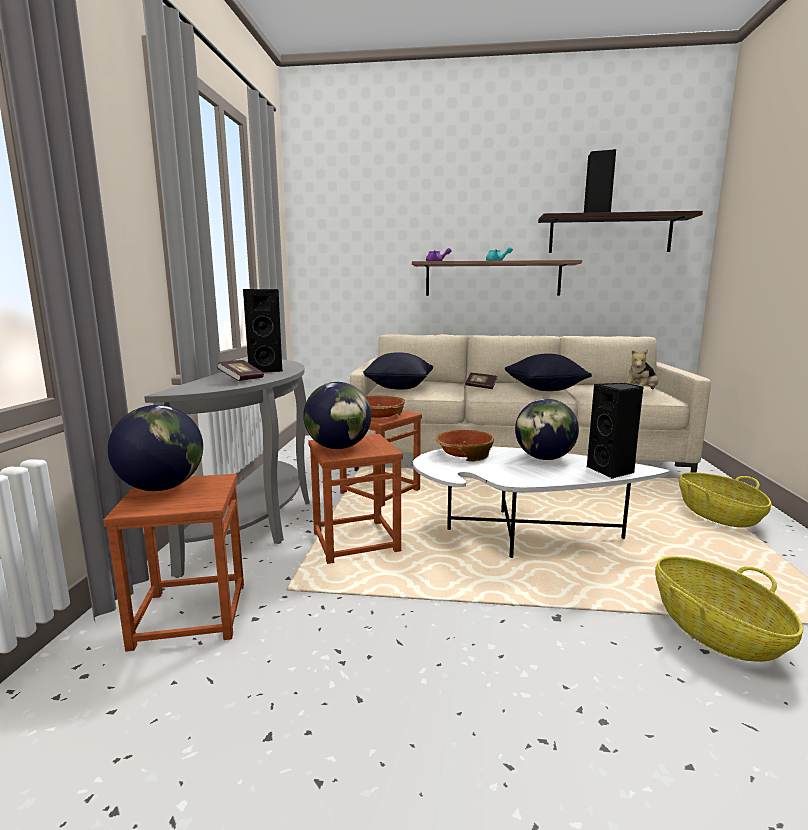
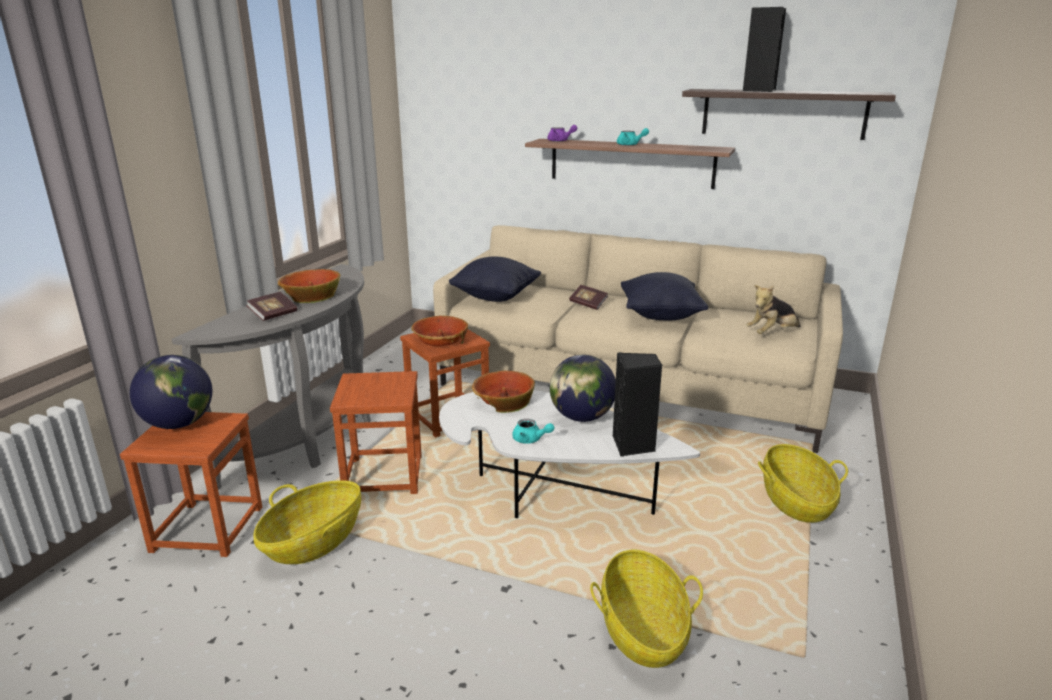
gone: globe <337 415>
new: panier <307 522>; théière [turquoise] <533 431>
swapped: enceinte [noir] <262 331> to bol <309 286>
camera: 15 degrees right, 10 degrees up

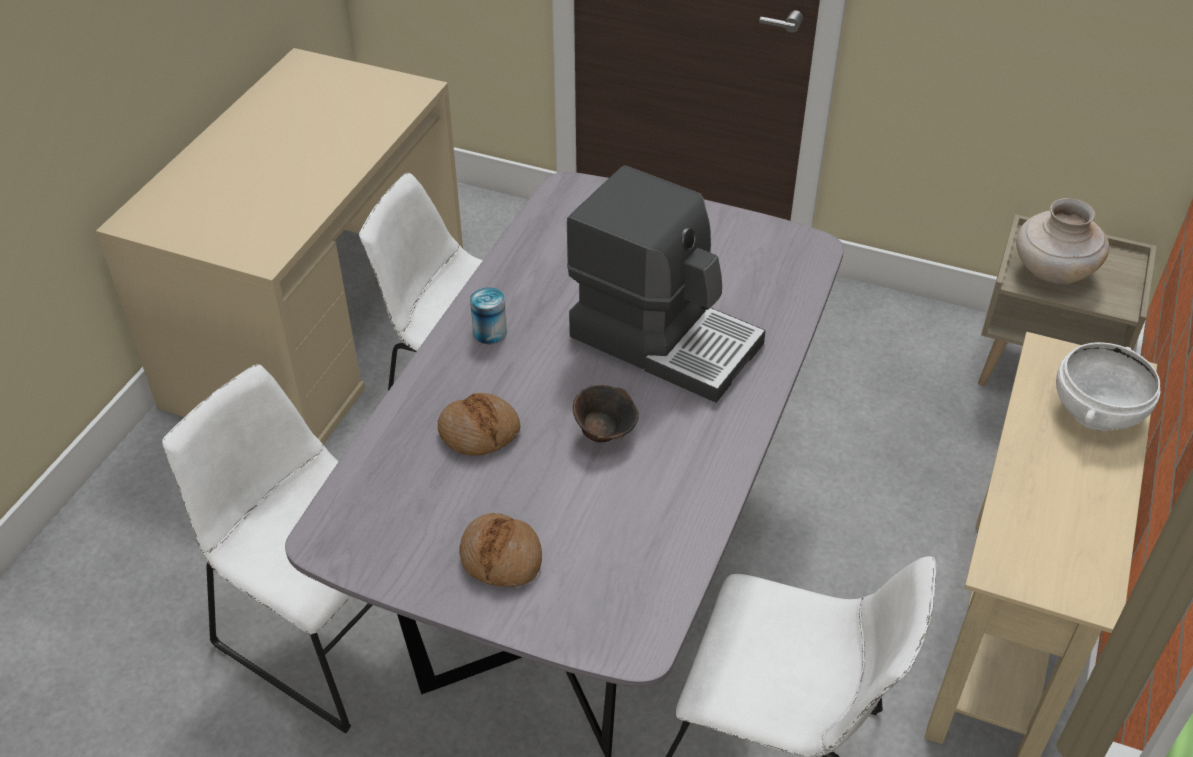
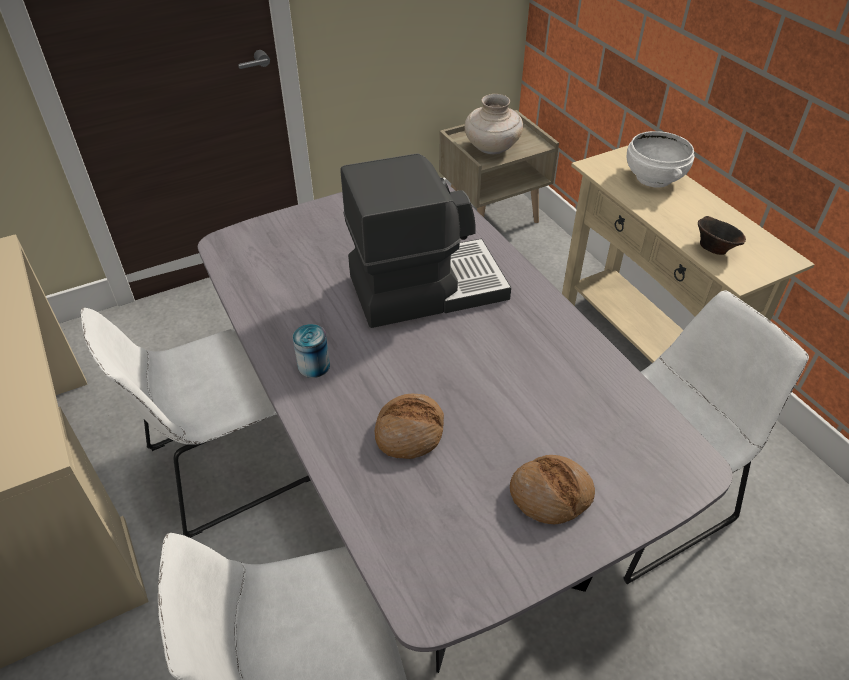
shifted: bol [marron] <606 413> to <722 235>
camera: 50 degrees left, 0 degrees up

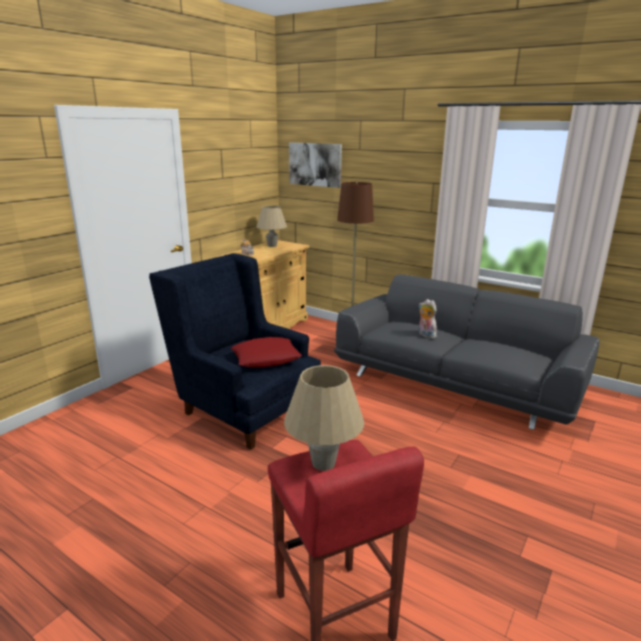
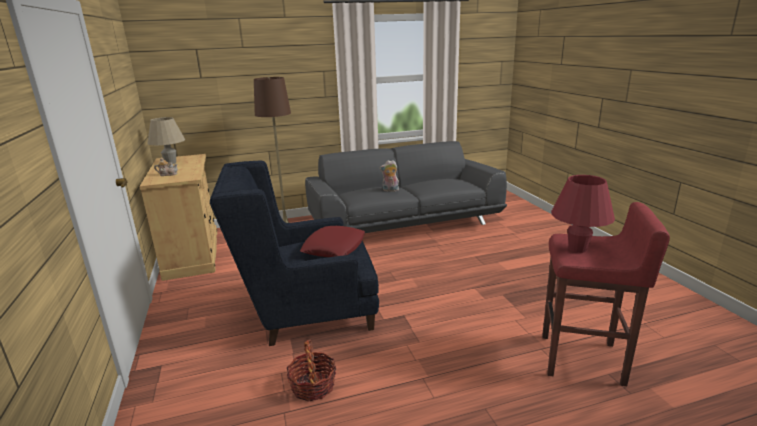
gone: tableau <315 165>
new: panier <311 371>
repainted: lampe de table [beige] <324 418> to lampe de table [rouge] <583 214>
camera: 50 degrees left, 0 degrees up

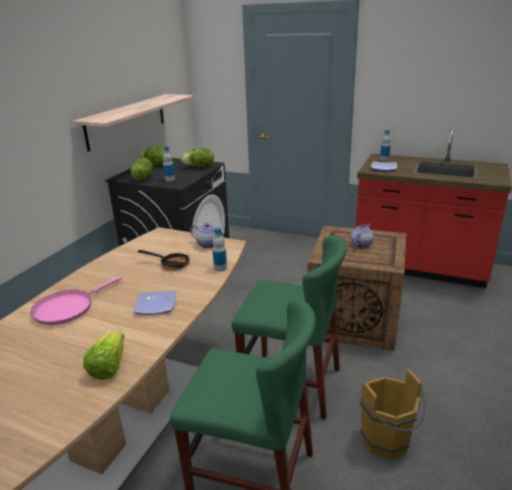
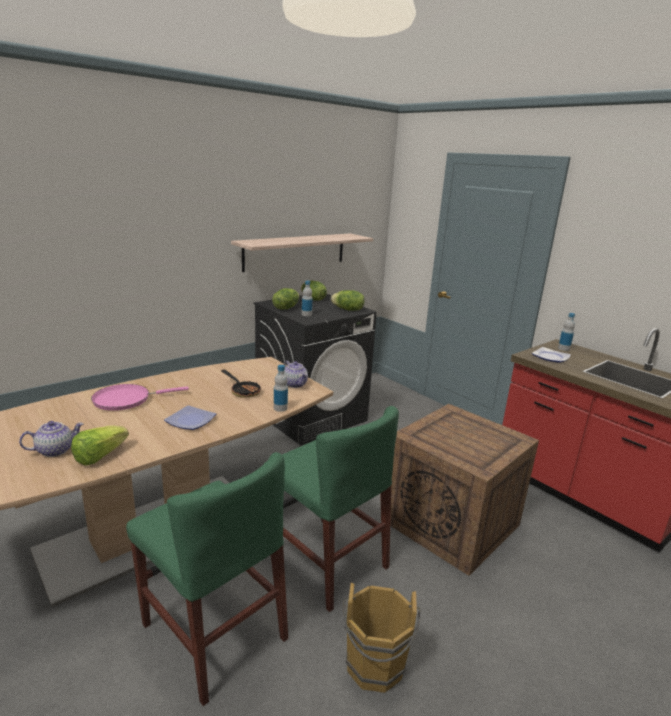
shifted: théière <362 236> to <51 439>
camera: 25 degrees right, 5 degrees down

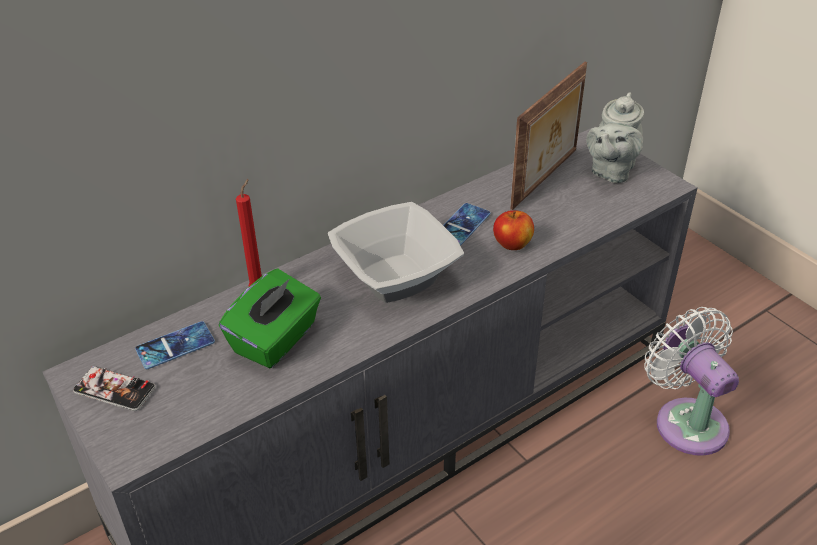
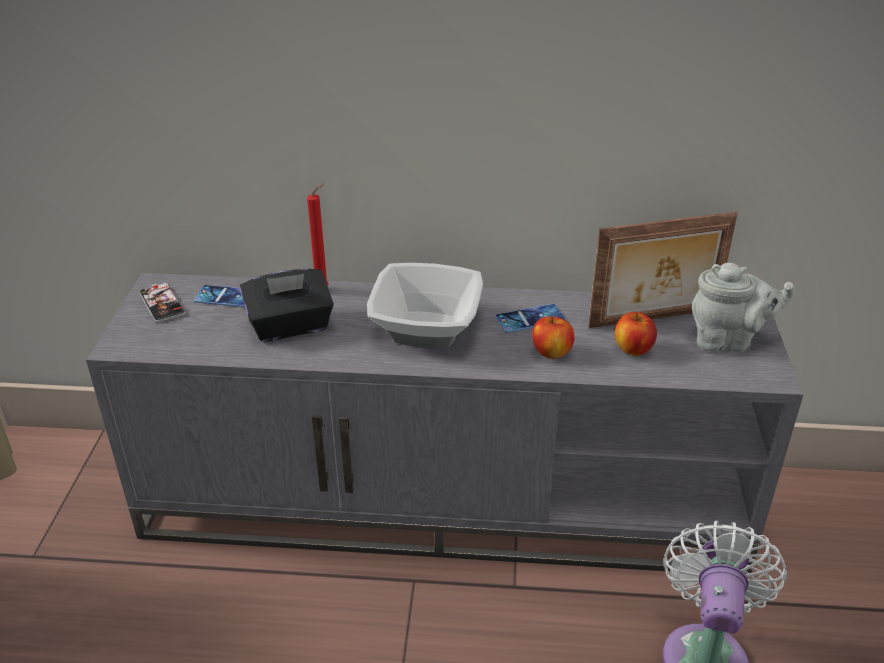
new: pomme <636 333>
repainted: boîte à mouchoirs [vert] <270 318> to boîte à mouchoirs [noir] <287 305>
rotated: théière [gris] <615 137> = <743 307> 150 degrees counterclockwise
camera: 40 degrees right, 5 degrees down

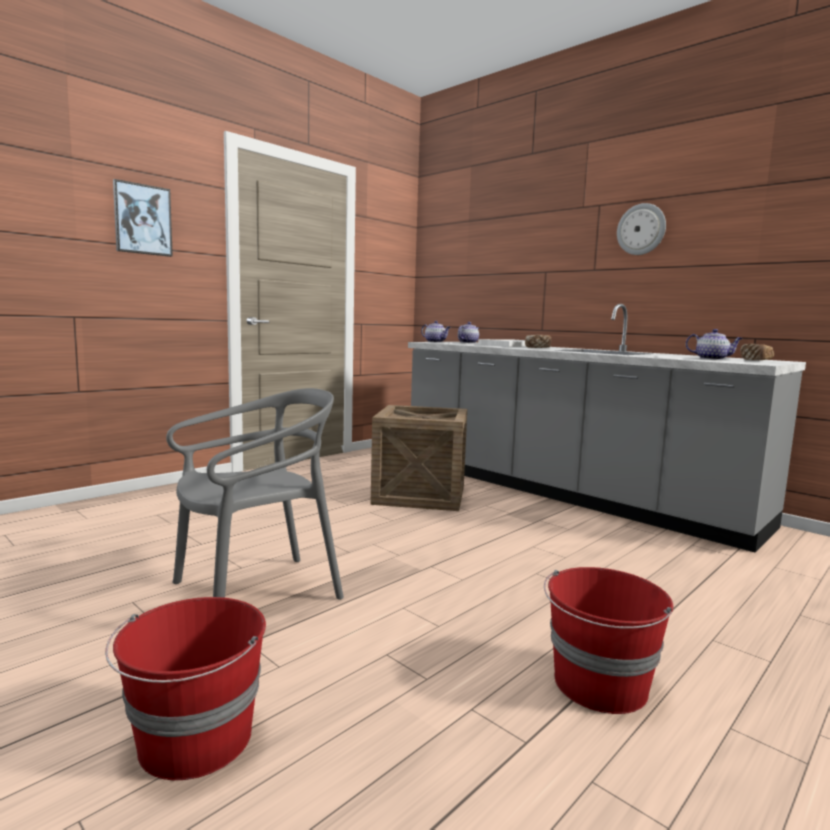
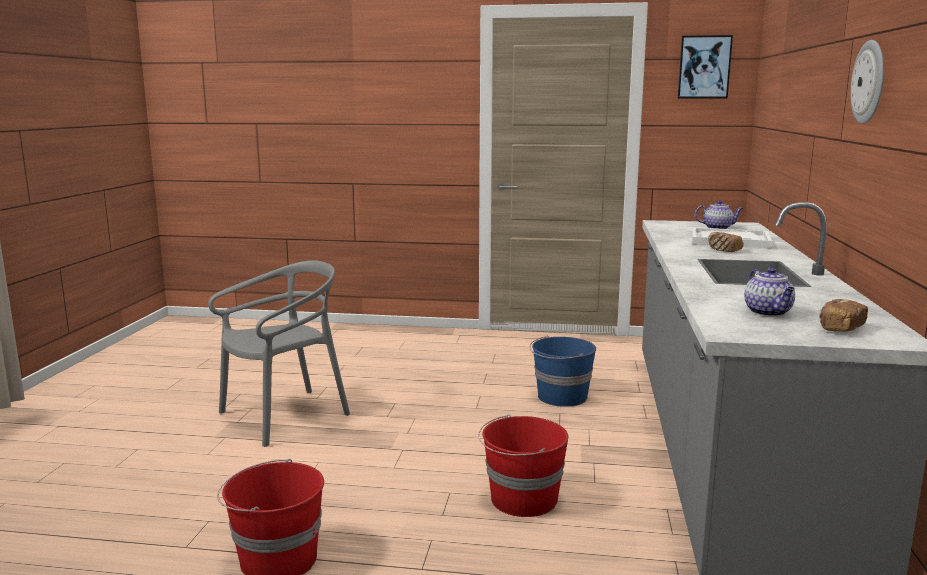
gone: théière <435 332>
shifted: seau [rouge] <185 688> to <523 465>; tableau <143 218> to <705 66>
swapped: caisse <418 458> to seau [bleu] <562 371>
rotated: chaise [gris] <255 494> = <279 353> 60 degrees counterclockwise
camera: 55 degrees right, 5 degrees up

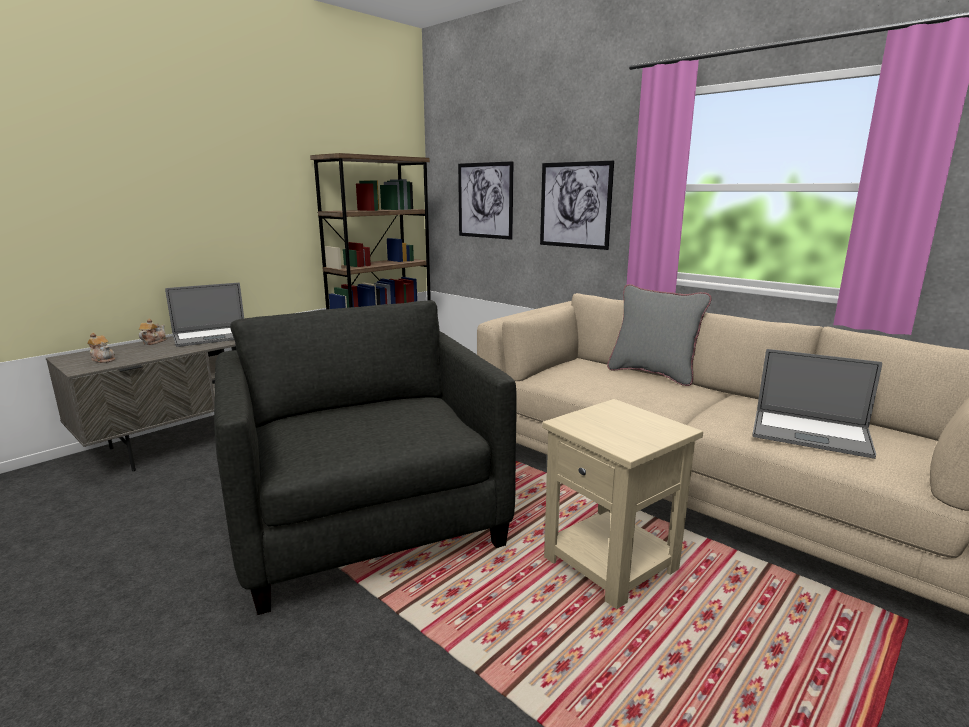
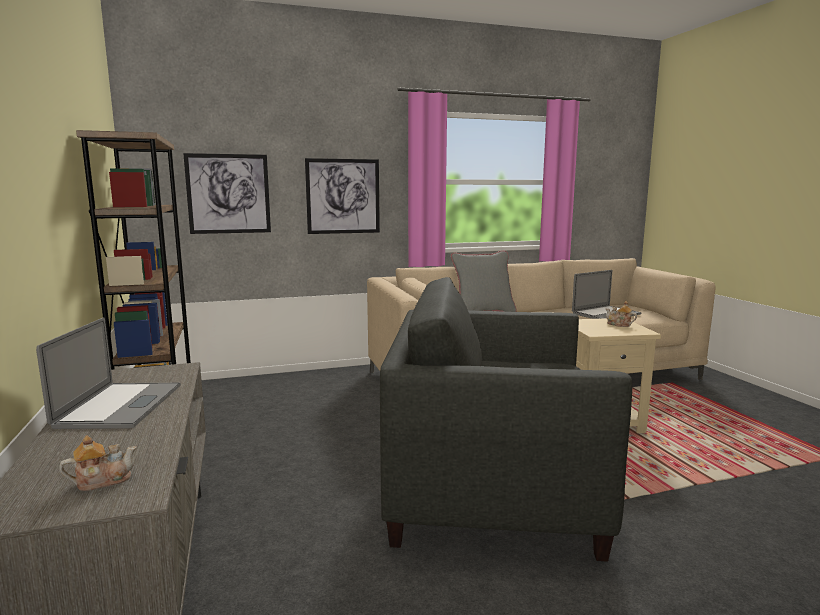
shifted: théière <152 331> to <621 314>
camera: 60 degrees left, 5 degrees down

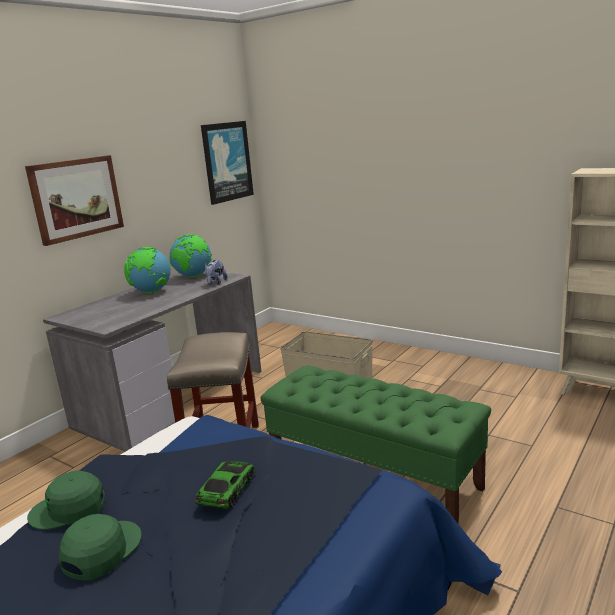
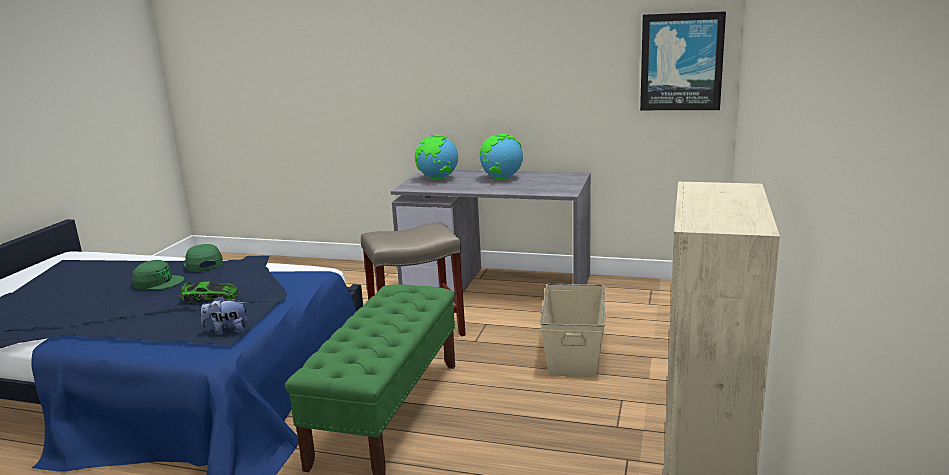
gone: tableau <74 200>
shifted: globe <190 255> to <436 157>; peluche <216 272> to <224 315>
camera: 70 degrees right, 0 degrees up

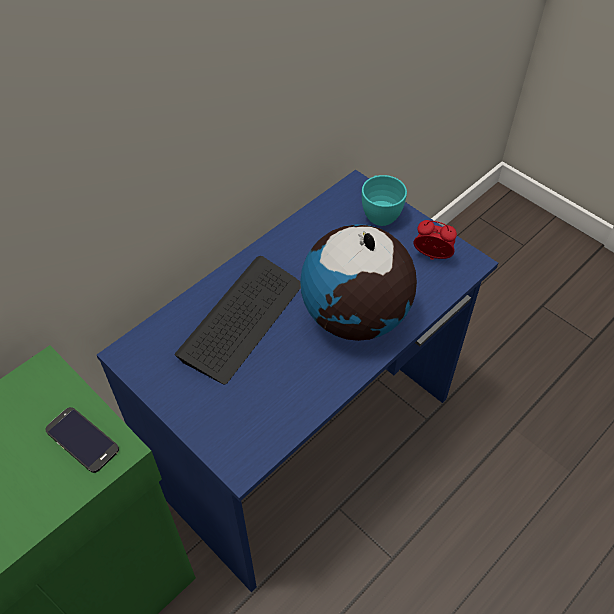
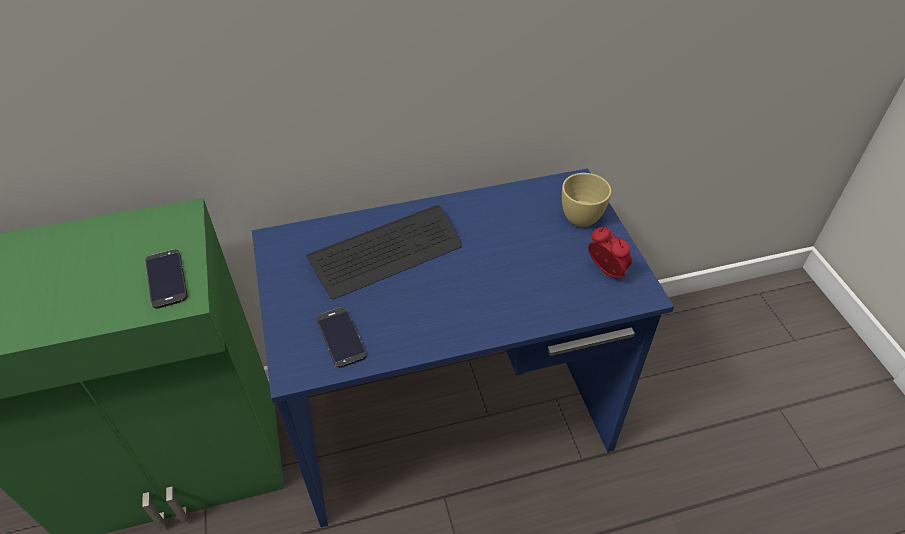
gone: globe <358 282>
new: téléphone <342 337>
repainted: tasse [turquoise] <384 200> to tasse [jaune] <586 200>
camera: 30 degrees right, 5 degrees down

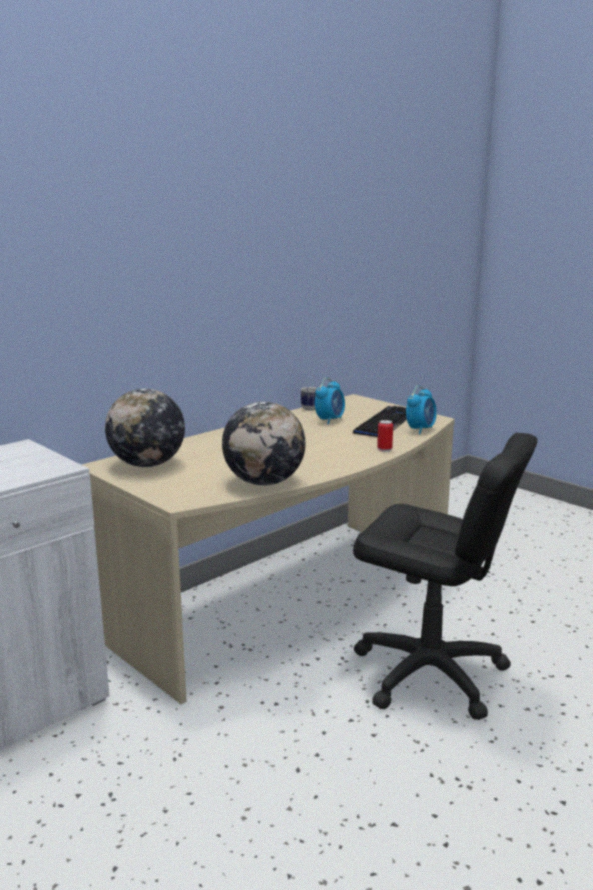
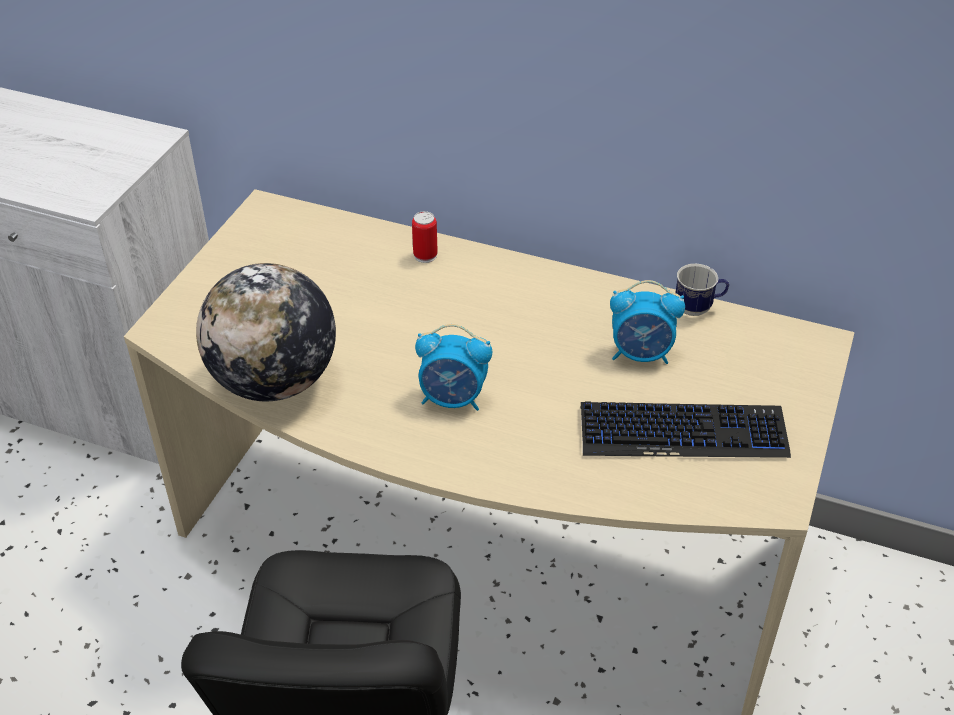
gone: globe <145 428>
shifted: boîte métallique <385 436> to <425 237>; réveil <421 409> to <453 367>
camera: 65 degrees right, 25 degrees up

